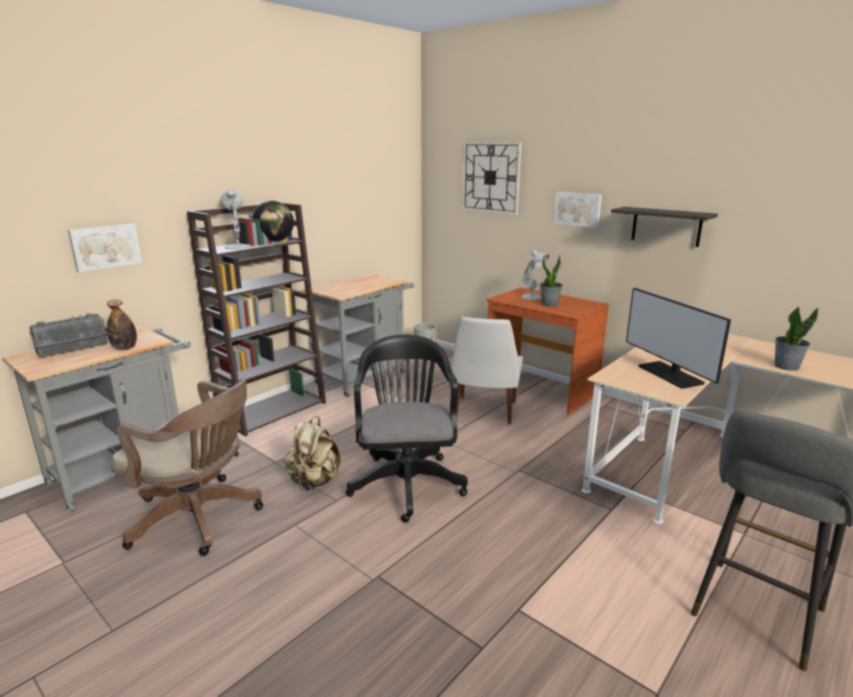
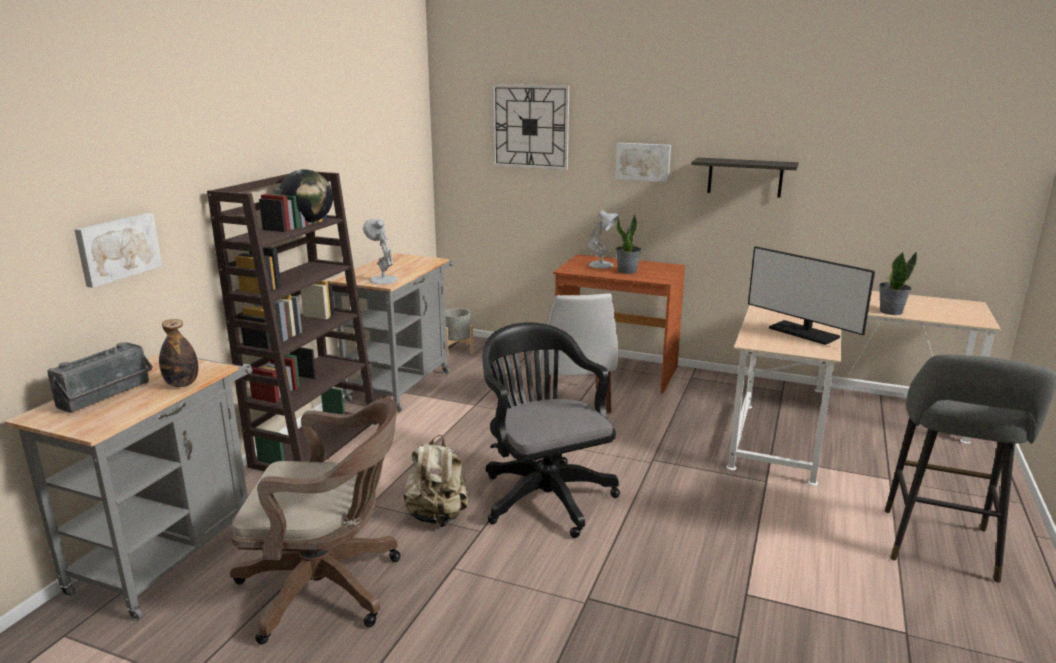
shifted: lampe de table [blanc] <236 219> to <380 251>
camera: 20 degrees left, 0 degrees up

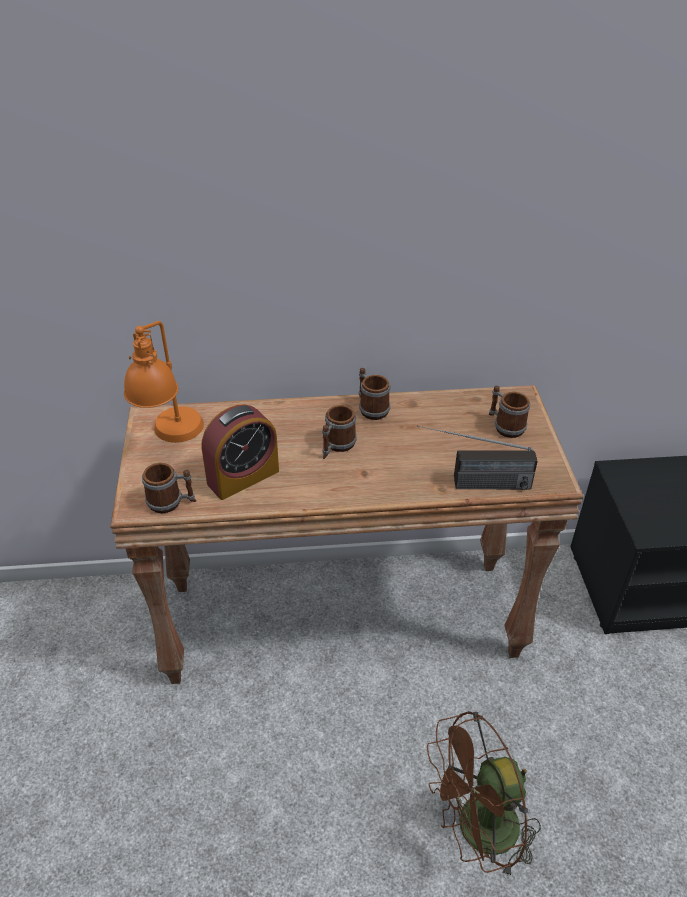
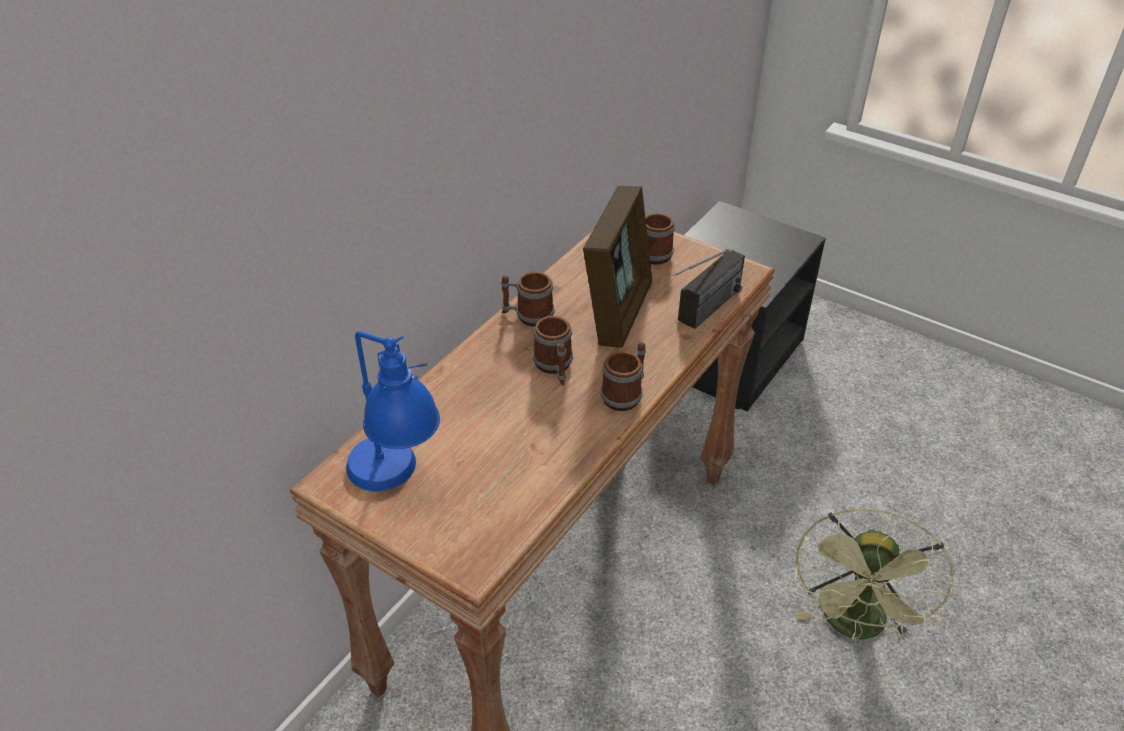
gone: réveil <240 452>
new: cadre photo <617 267>
shifted: mug <169 488> to <623 376>
repainted: lampe de table [orange] <164 382> to lampe de table [bleu] <393 411>; ventilateur [marron] <484 795> to ventilateur [vert] <874 576>
camera: 50 degrees left, 0 degrees up

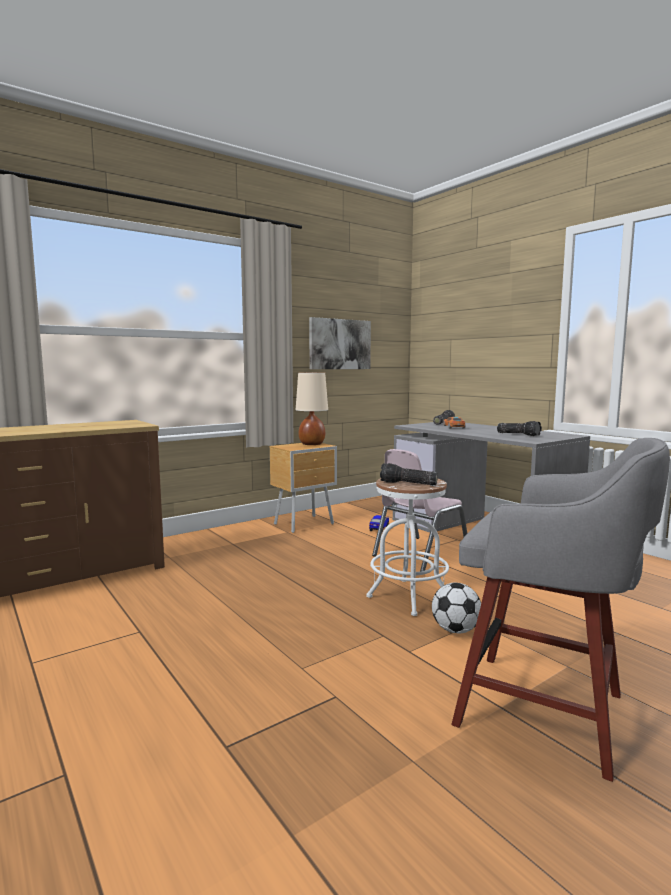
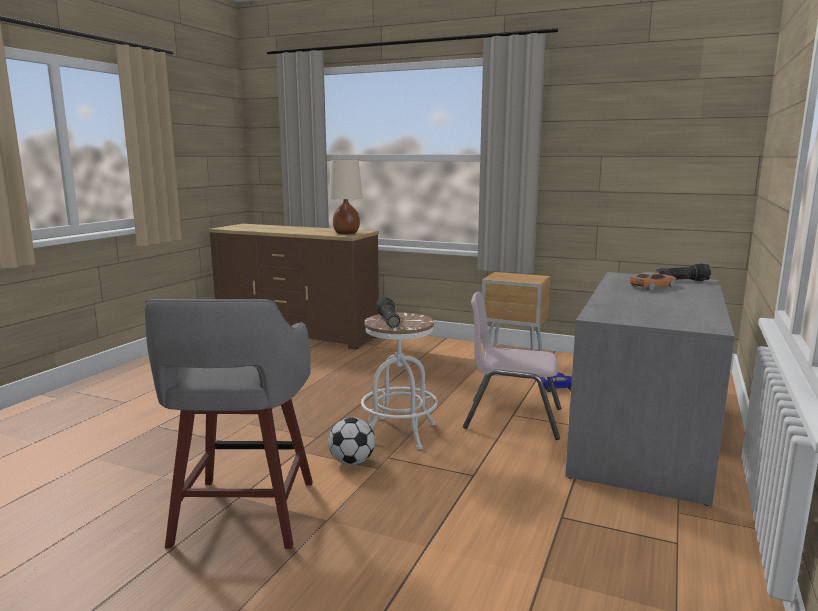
gone: tableau <340 343>; lampe de poche <519 428>
shifted: lampe de table [beige] <312 408> to <345 196>
camera: 60 degrees right, 5 degrees up

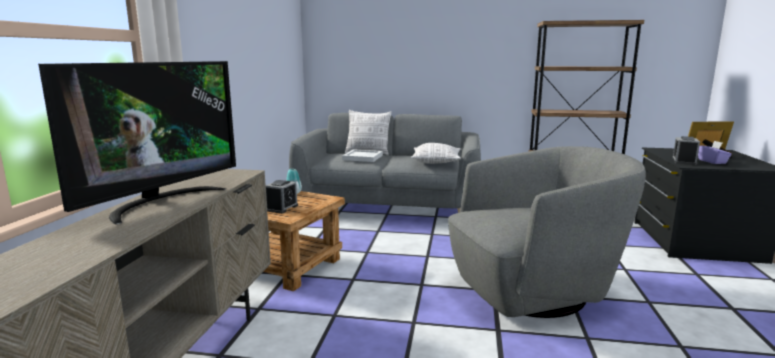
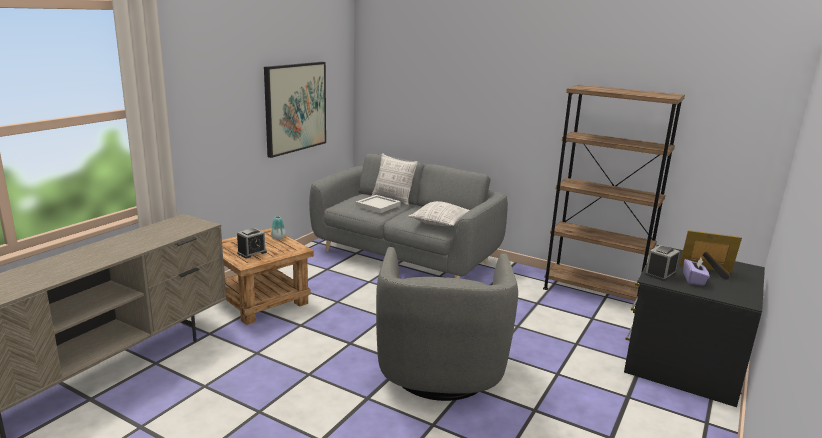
gone: téléviseur <137 142>
new: tableau <295 110>
rotated: fauteuil [gris] <547 232> = <447 324> 90 degrees clockwise
camera: 20 degrees right, 5 degrees up

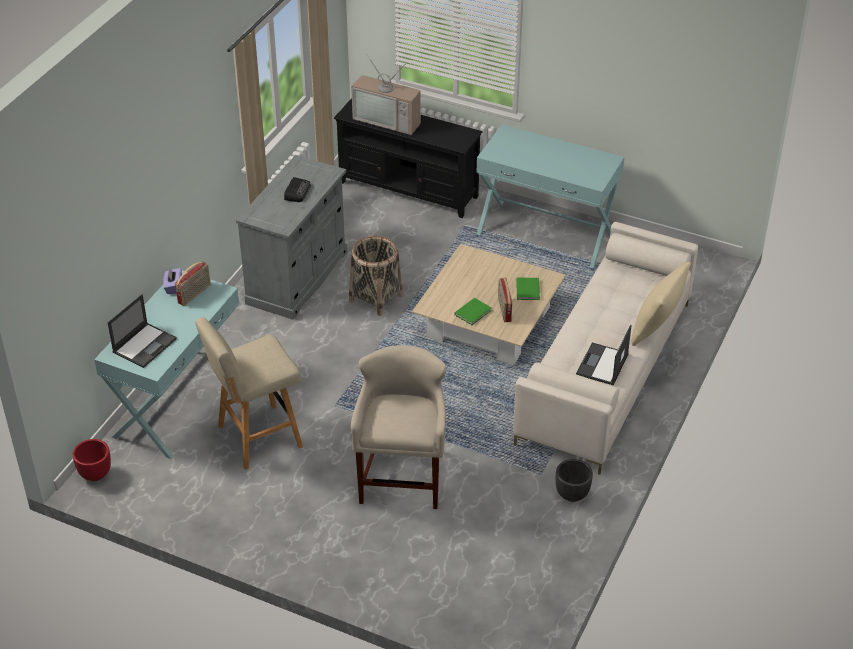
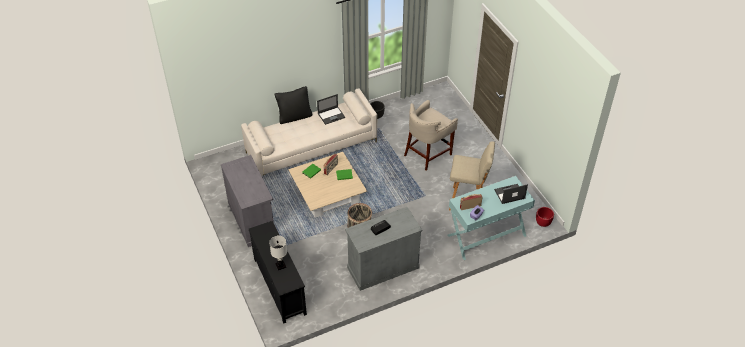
swapped: téléviseur <386 94> to lampe de table [blanc] <278 253>; table console [turquoise] <550 196> to meuble de rangement [gris] <247 201>
repainted: coussin [beige] <661 304> to coussin [noir] <293 105>
camera: 140 degrees left, 5 degrees up

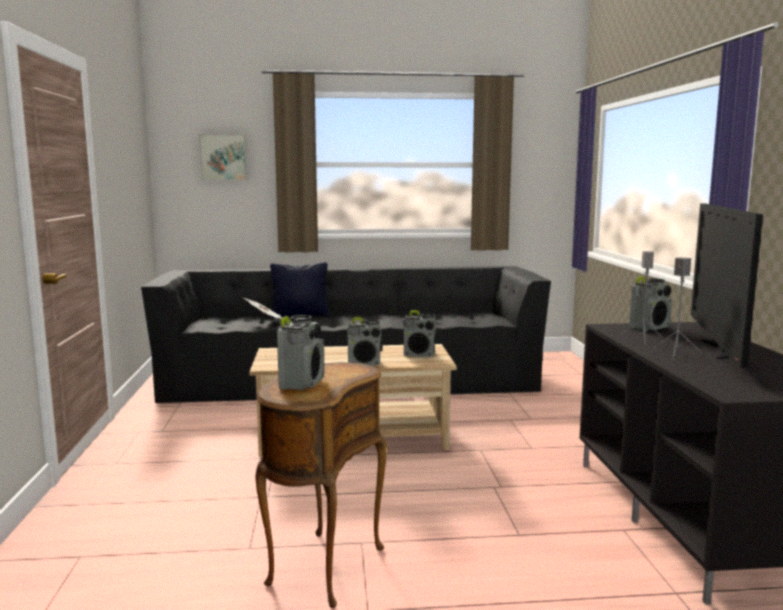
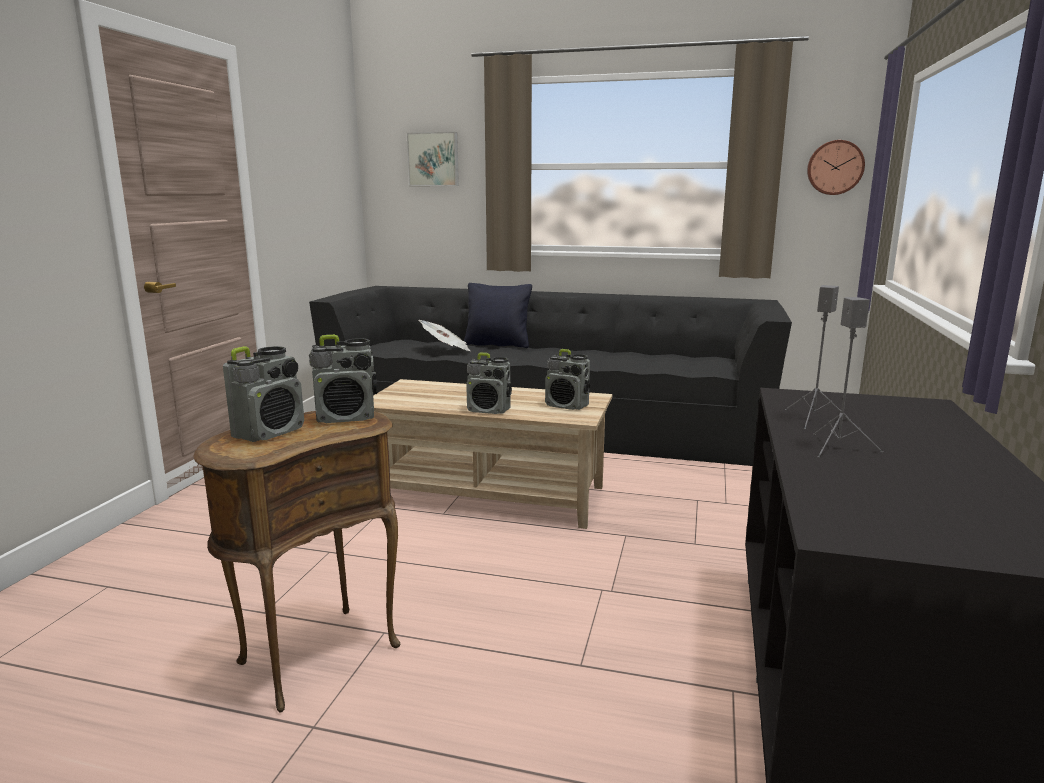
gone: téléviseur <727 285>
new: horloge murale <836 167>
shifted: radio <650 303> to <343 379>
camera: 20 degrees right, 5 degrees up

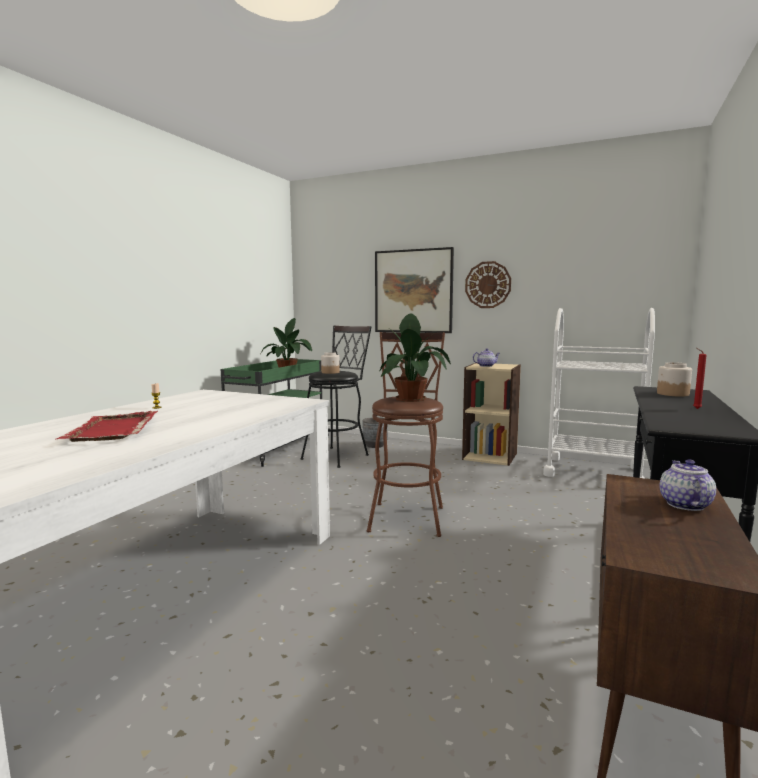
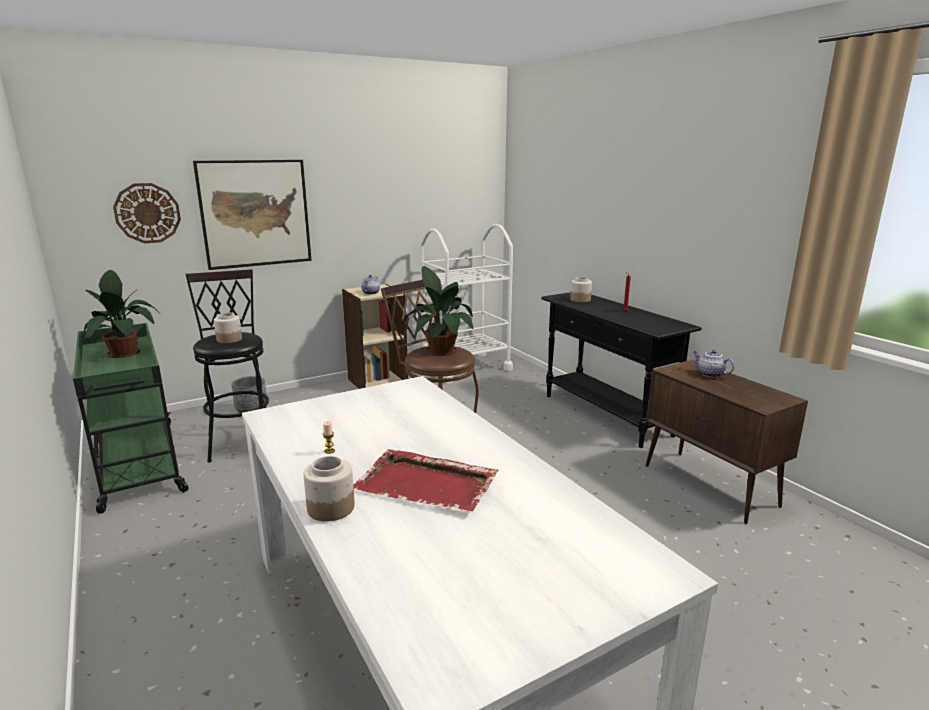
new: bocal <329 489>
shifted: horloge murale <488 284> to <147 213>
camera: 55 degrees left, 10 degrees up

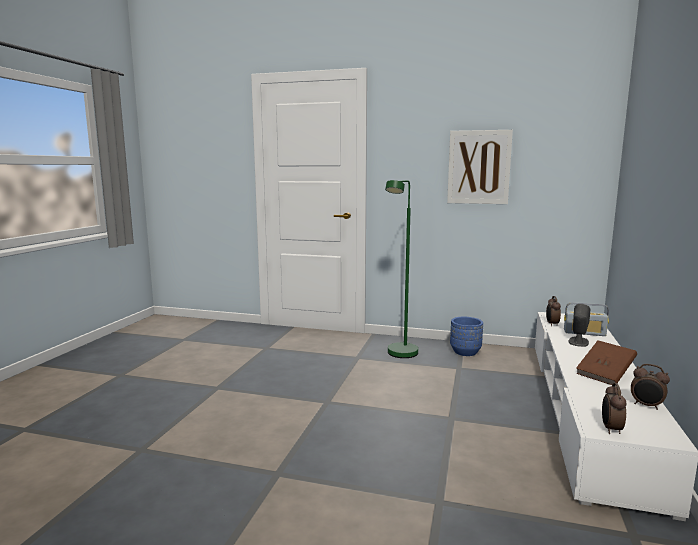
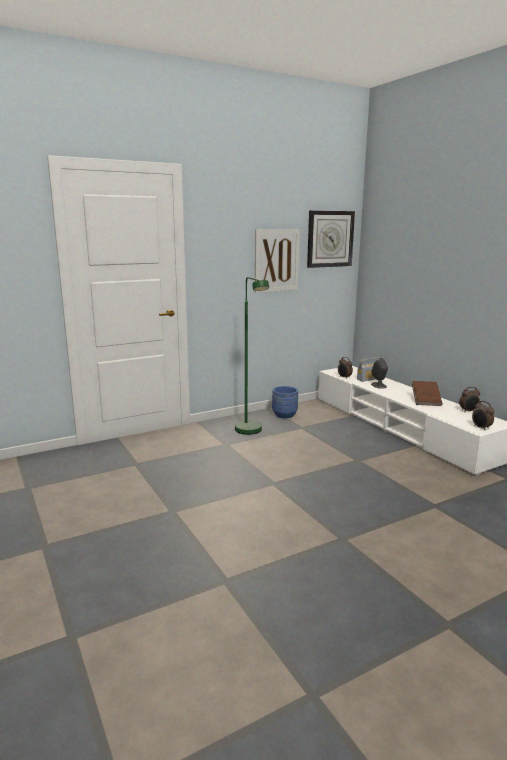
new: horloge murale <331 239>
camera: 45 degrees left, 5 degrees up

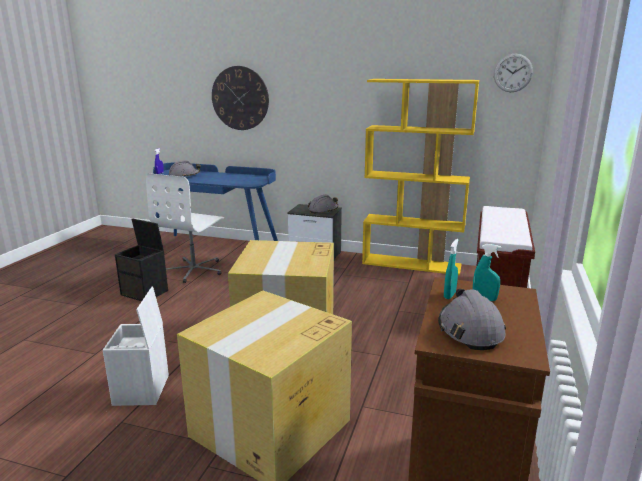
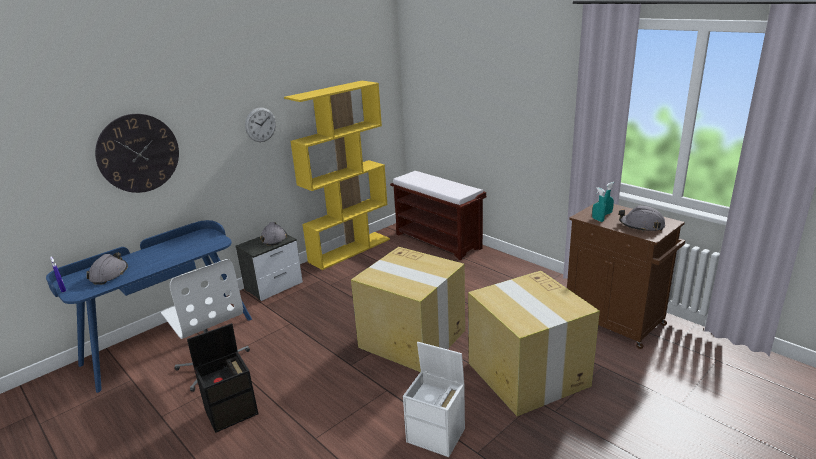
shifted: horloge murale <513 72> to <260 125>
camera: 60 degrees left, 5 degrees up

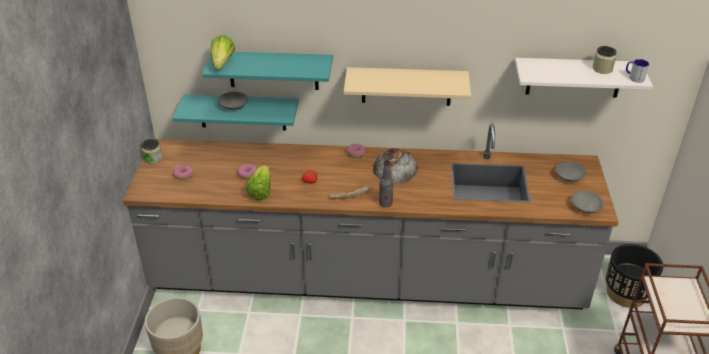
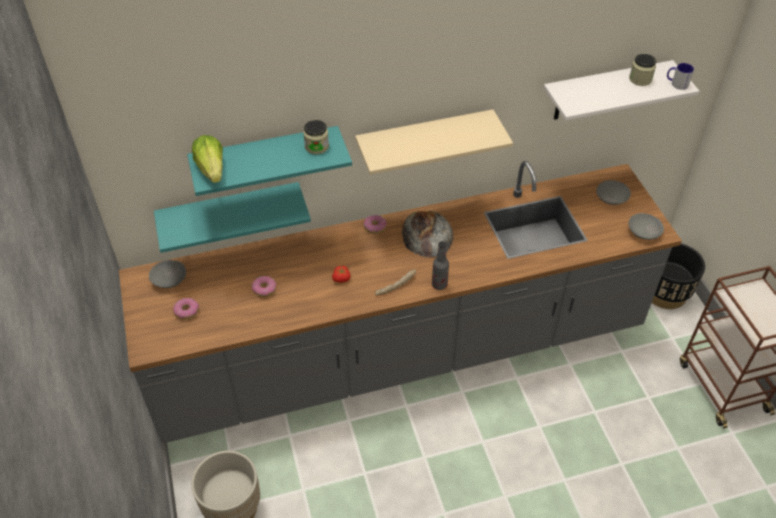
gone: laitue <258 182>
shifted: bocal <152 151> to <316 137>; bol [gris] <233 100> to <167 274>
camera: 20 degrees left, 10 degrees up

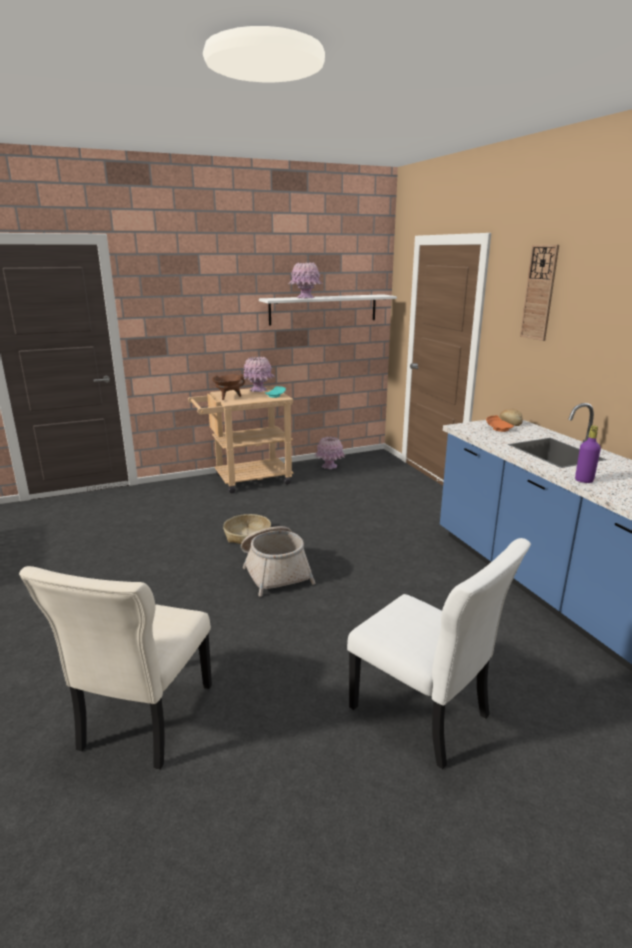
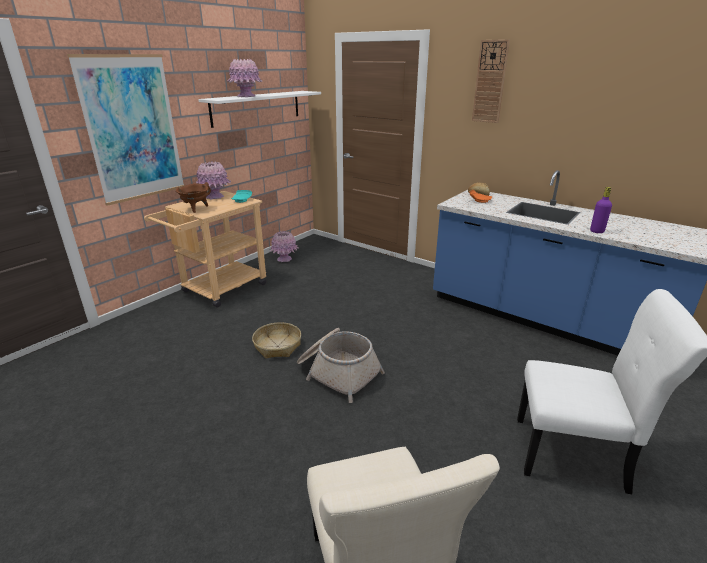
new: tableau <126 130>
camera: 30 degrees left, 5 degrees up

